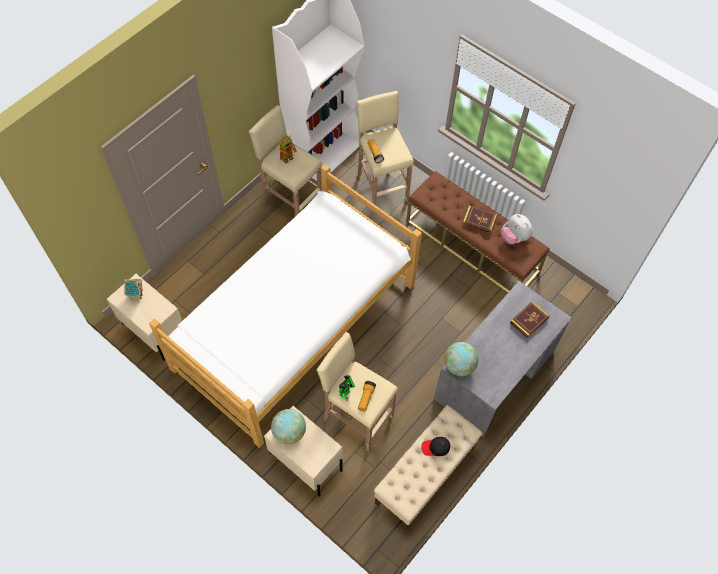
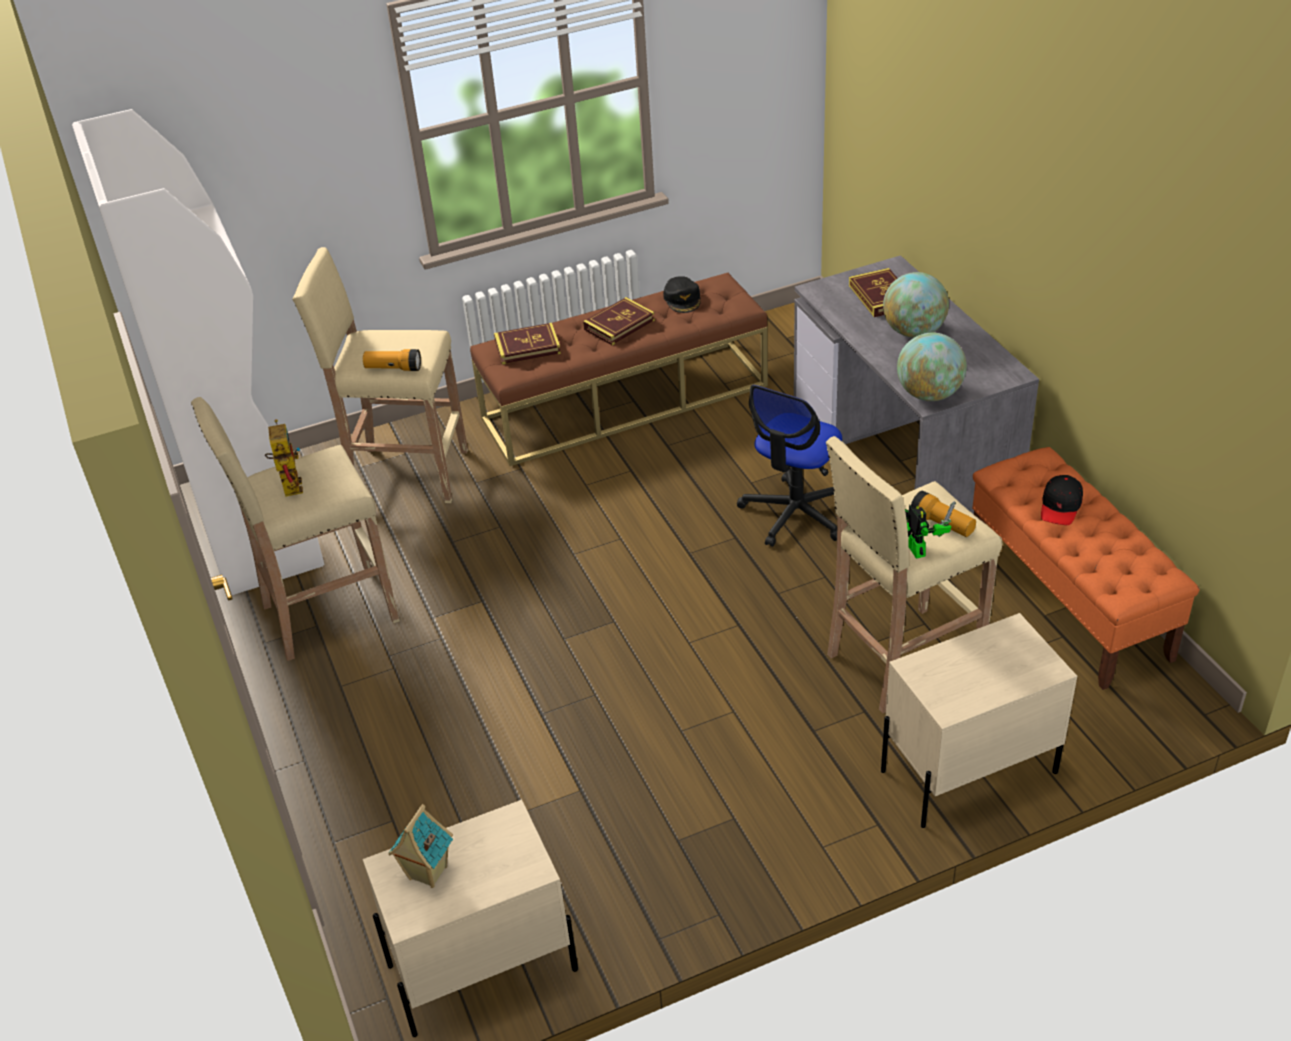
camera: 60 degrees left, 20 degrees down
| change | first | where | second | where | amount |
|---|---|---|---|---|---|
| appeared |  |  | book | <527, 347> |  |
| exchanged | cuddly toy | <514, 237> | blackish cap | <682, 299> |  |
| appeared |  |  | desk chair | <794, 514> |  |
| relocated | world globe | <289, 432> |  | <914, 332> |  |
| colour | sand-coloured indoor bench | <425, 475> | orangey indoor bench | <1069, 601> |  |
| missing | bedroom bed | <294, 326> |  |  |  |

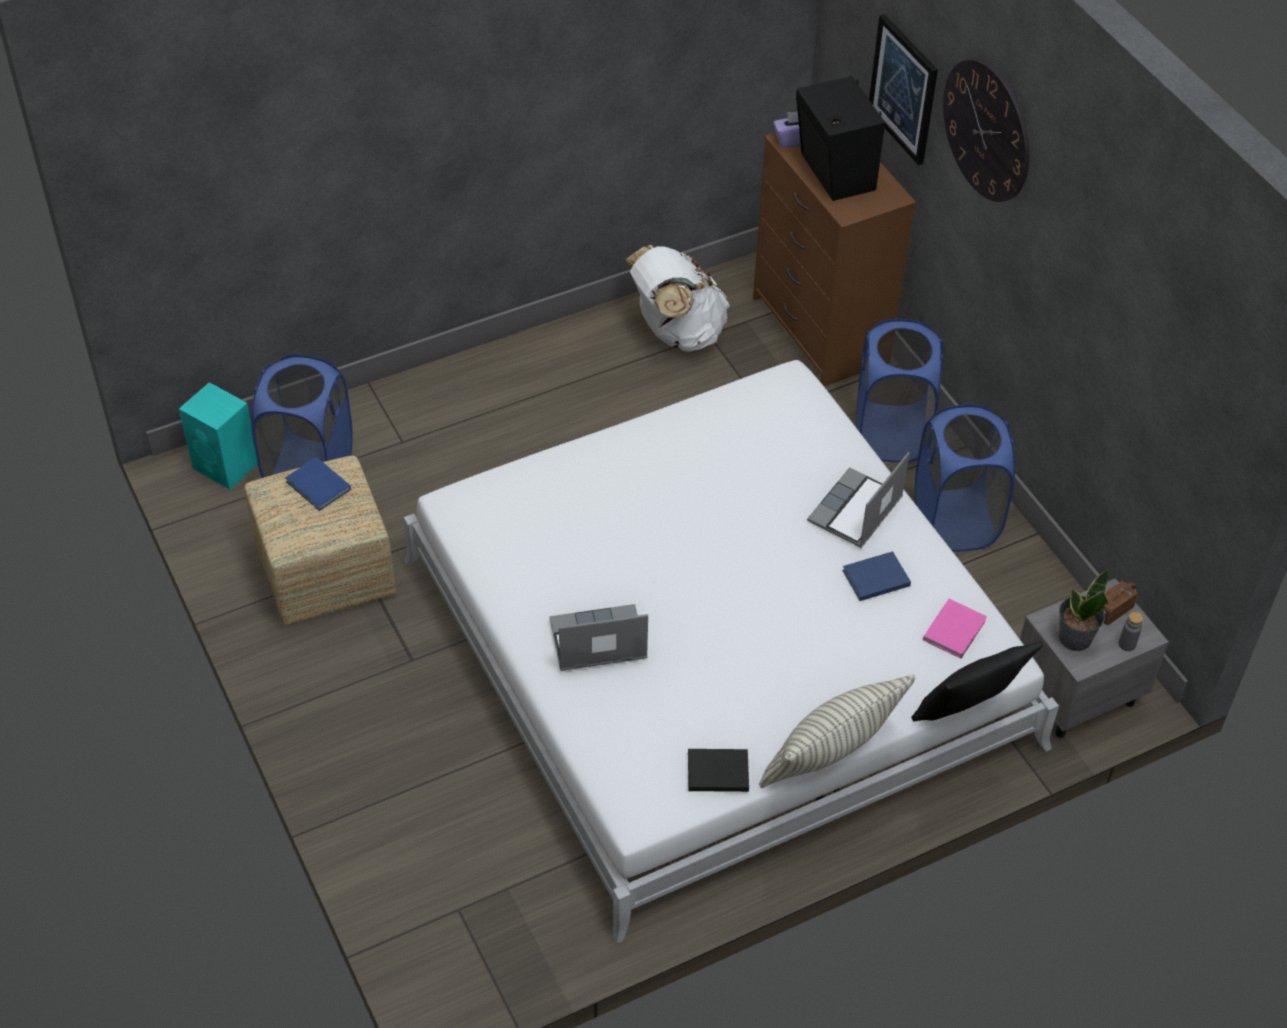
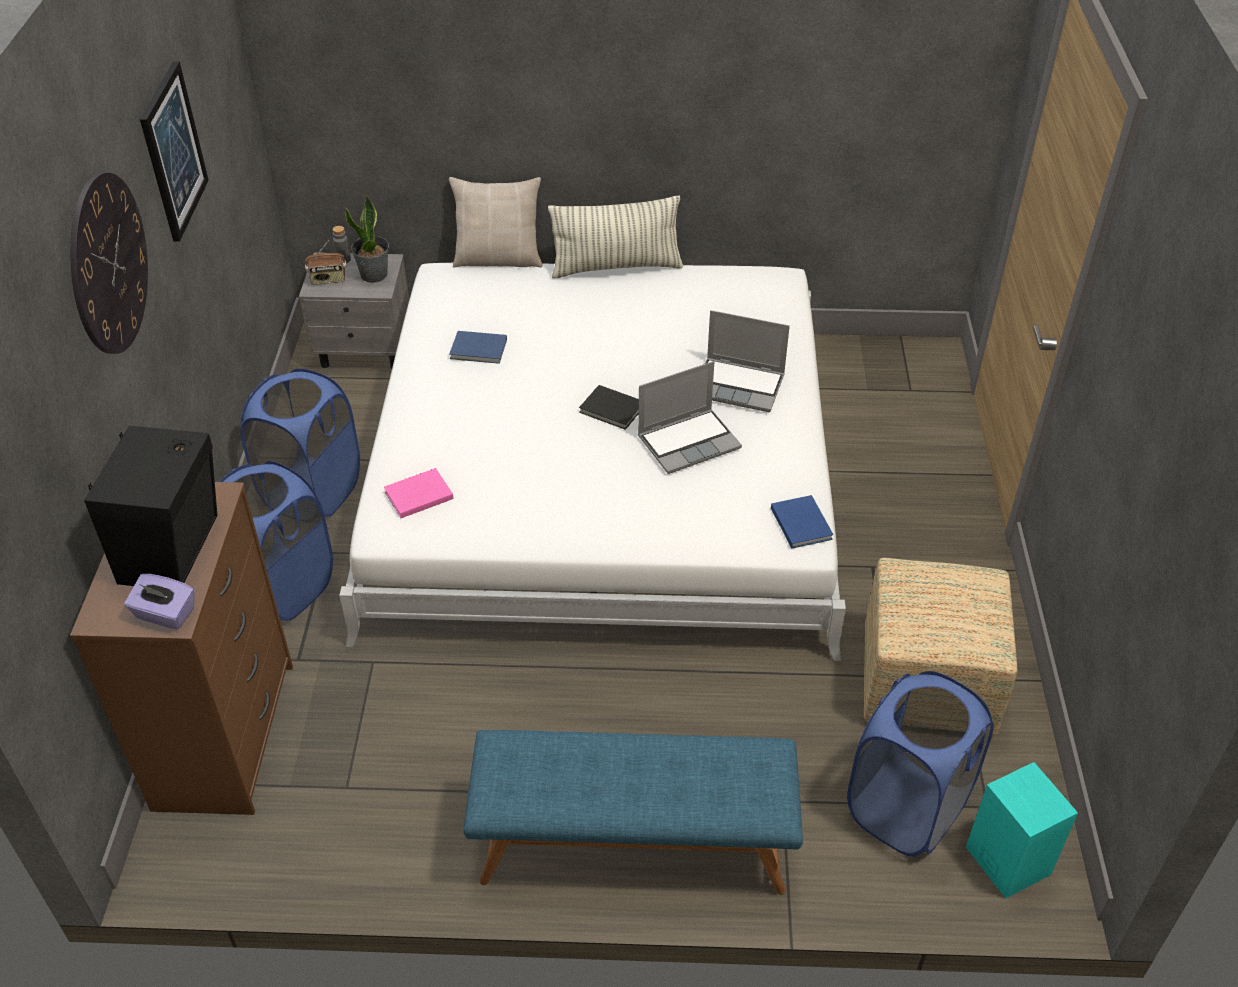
camera: 150 degrees left, 5 degrees down
| change | first | where | second | where | amount |
|---|---|---|---|---|---|
| relocated | picture | <903, 89> |  | <173, 151> |  |
| relocated | pink book | <956, 629> |  | <417, 495> |  |
| colour | blackish cushion | <967, 711> | sand-coloured cushion | <498, 259> |  |
| appeared |  |  | bluish indoor bench | <633, 846> |  |
| relocated | blackish book | <716, 771> |  | <613, 410> |  |
| relocated | portable computer | <856, 511> |  | <689, 441> |  |
| relocated | bluish book | <318, 487> |  | <801, 522> |  |
| missing | whitish backpack | <676, 332> |  |  |  |

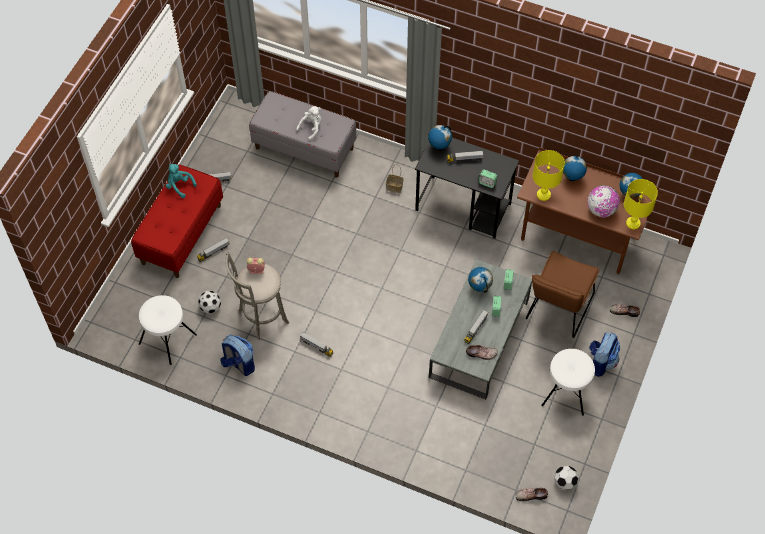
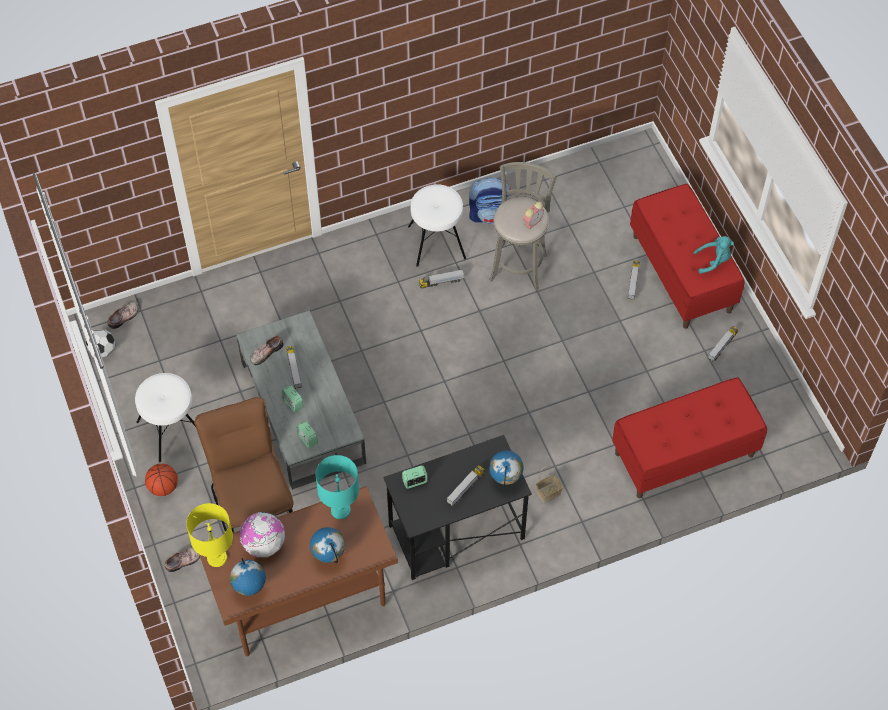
camera: 135 degrees right, 0 degrees up
| change | first | where | second | where | amount |
|---|---|---|---|---|---|
| exchanged | backpack | <601, 362> | basketball ball | <163, 487> |  |
| colour | yellowish table lamp | <544, 194> | turquoise-coloured table lamp | <340, 510> |  |
| relocated | whitish stool | <168, 339> |  | <437, 242> |  |
| colour | grey indoor bench | <304, 148> | red indoor bench | <684, 455> |  |
| missing | football ball | <211, 307> |  |  |  |
| missing | whitish cuddly toy | <311, 128> |  |  |  |
| missing | world globe | <479, 288> |  |  |  |

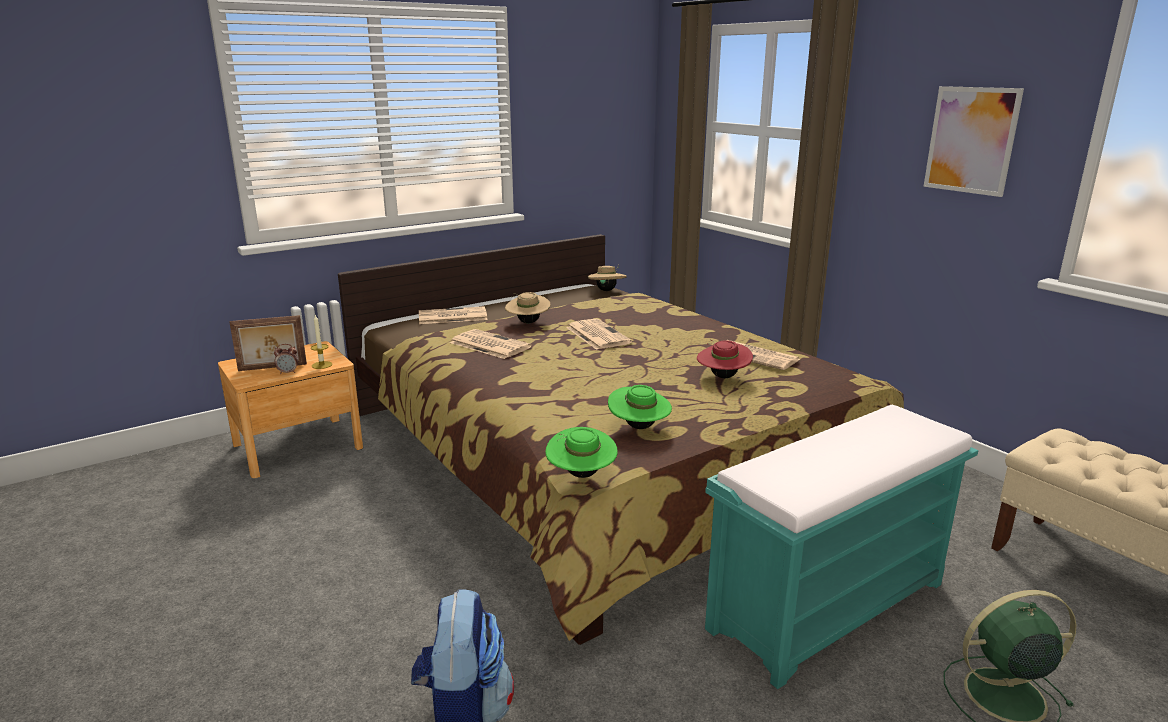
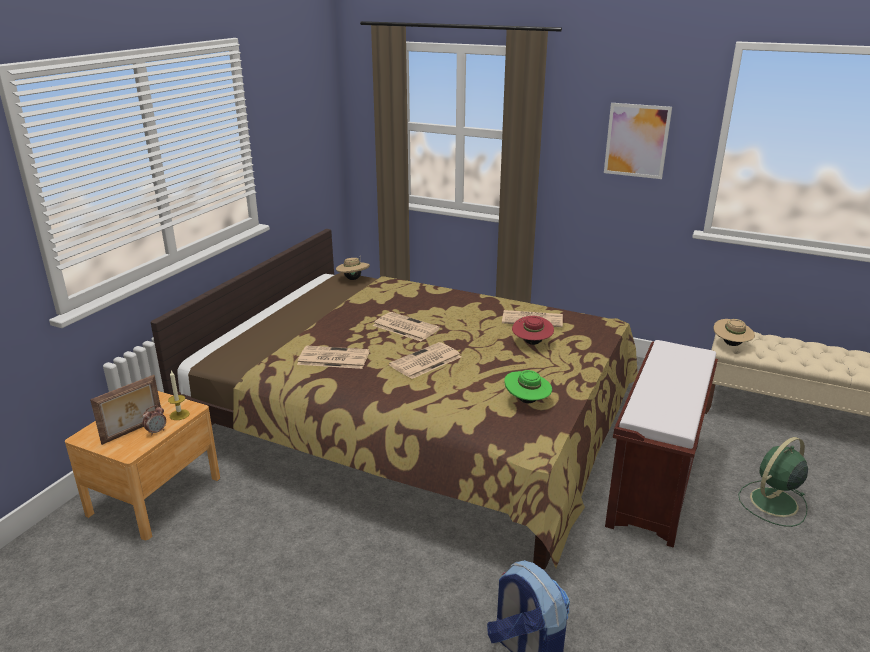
camera: 30 degrees left, 5 degrees up
| change | first | where | second | where | amount |
|---|---|---|---|---|---|
| relocated | daily paper | <451, 316> |  | <425, 361> |  |
| colour | turquoise-coloured indoor bench | <828, 604> | brown-coloured indoor bench | <654, 482> |  |
| relocated | sand-coloured wearable hat | <528, 322> |  | <731, 344> |  |
| missing | green-coloured wearable hat | <581, 474> |  |  |  |

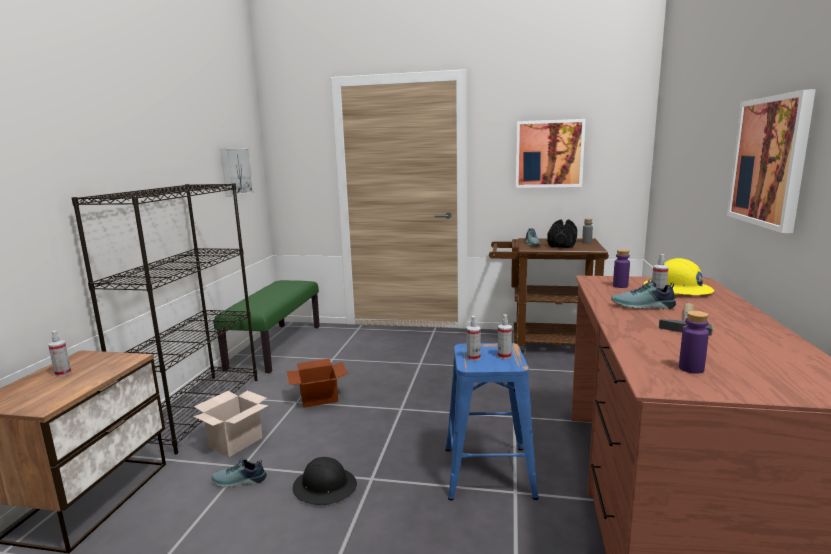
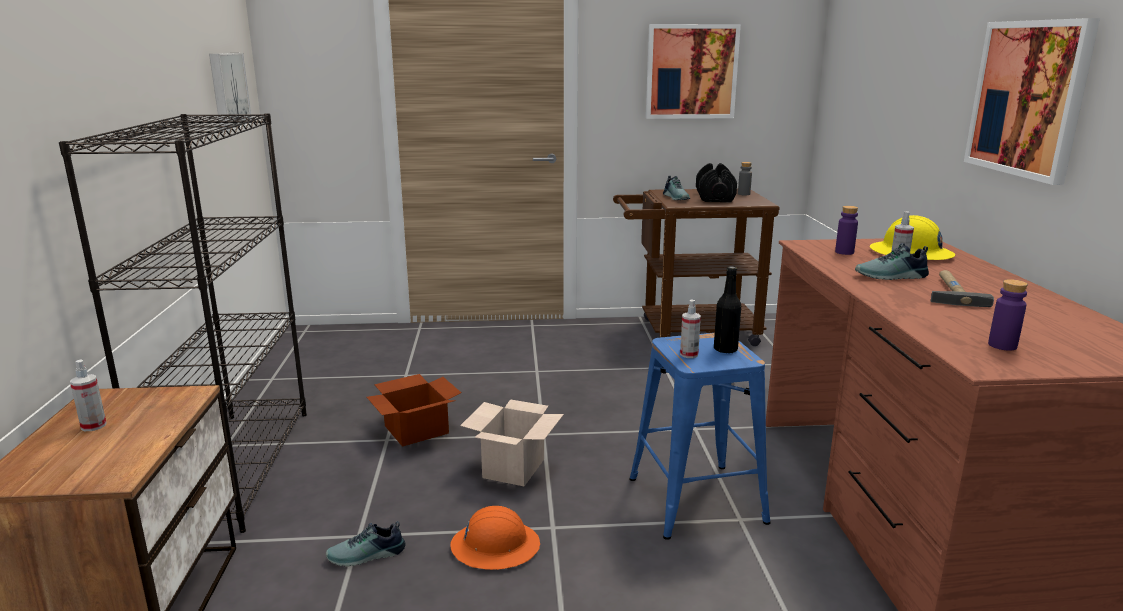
camera: 15 degrees left, 5 degrees up
| change | first | where | second | where | amount |
|---|---|---|---|---|---|
| colour | blackish safety helmet | <325, 487> | orangey safety helmet | <495, 546> |  |
| relocated | carton | <236, 441> |  | <513, 467> |  |
| exchanged | hand sprayer | <504, 356> | blackish beverage bottle | <725, 349> |  |
| missing | green-coloured indoor bench | <275, 346> |  |  |  |

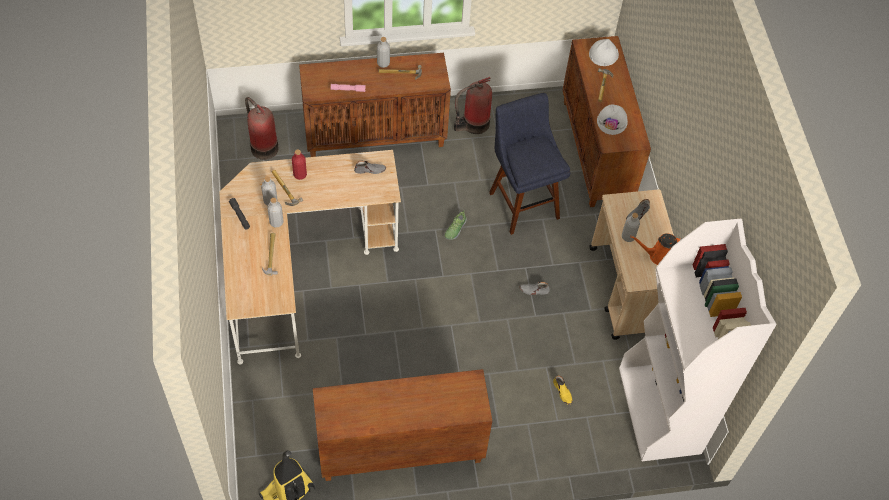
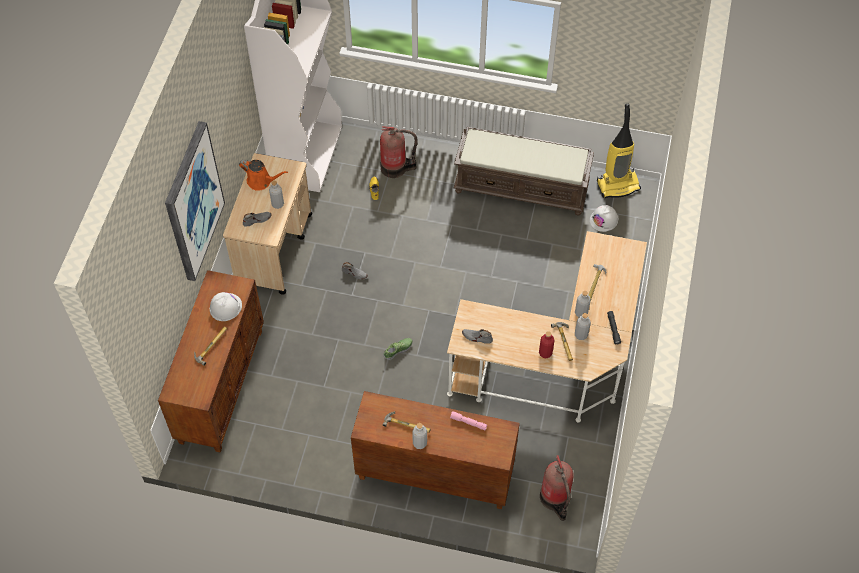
camera: 155 degrees left, 0 degrees up
| change | first | where | second | where | amount |
|---|---|---|---|---|---|
| appeared |  |  | picture | <192, 202> |  |
| relocated | extinguisher | <473, 124> |  | <396, 167> |  |
| exchanged | brown-coloured storage cabinet | <399, 450> | brown-coloured indoor bench | <522, 187> |  |
| relocated | whitish safety helmet | <603, 54> |  | <604, 220> |  |
| missing | bluish stool | <522, 201> |  |  |  |

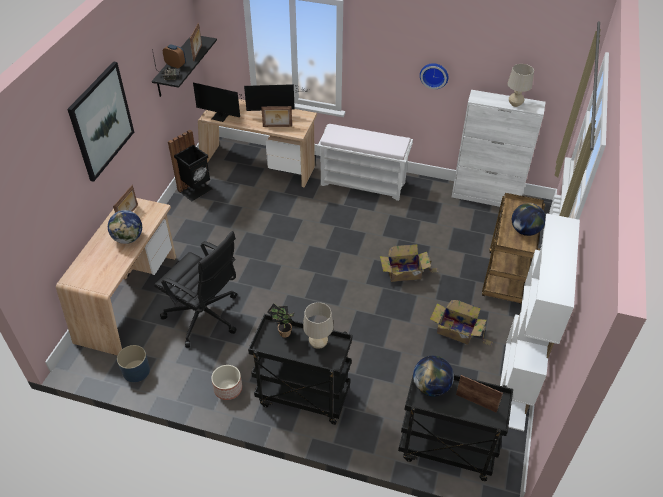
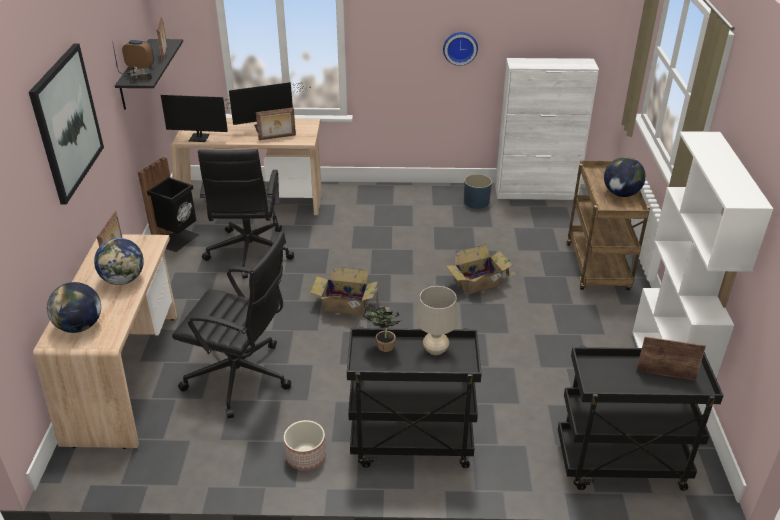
camera: 15 degrees left, 10 degrees down
| change | first | where | second | where | amount |
|---|---|---|---|---|---|
| relocated | world globe | <431, 386> |  | <80, 326> |  |
| appeared |  |  | blackish desk chair | <249, 253> |  |
| relocated | carton | <457, 332> |  | <347, 305> |  |
| relocated | bluish plant pot | <136, 371> |  | <476, 202> |  |
| missing | whitish indoor bench | <364, 183> |  |  |  |
| missing | sand-coloured table lamp | <515, 104> |  |  |  |

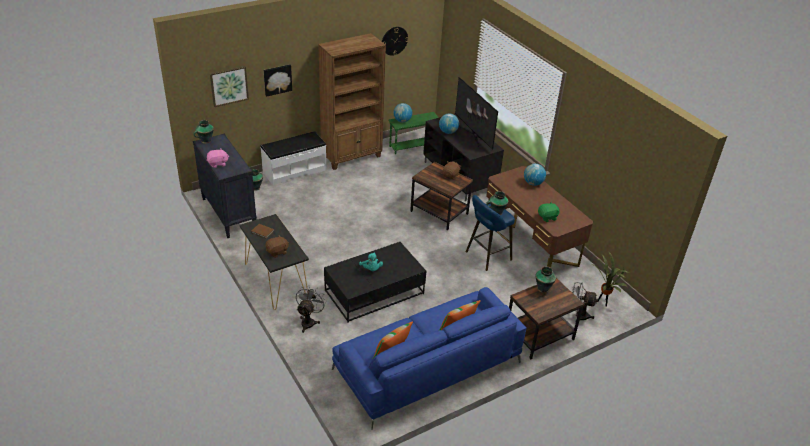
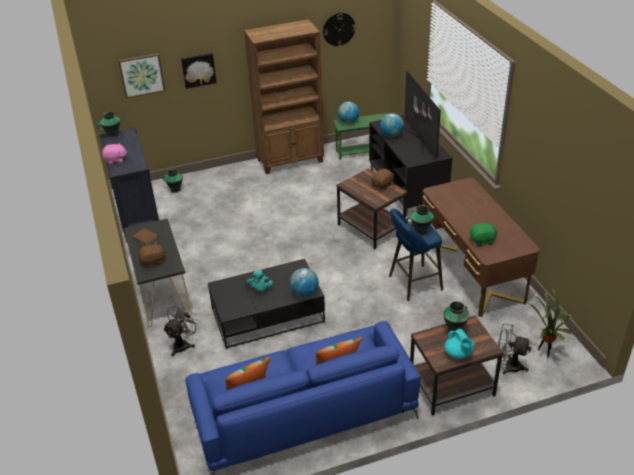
camera: 15 degrees right, 0 degrees up
| change | first | where | second | where | amount |
|---|---|---|---|---|---|
| relocated | world globe | <533, 183> |  | <304, 293> |  |
| appeared |  |  | turquoise-coloured teapot | <458, 353> |  |
| missing | whitish indoor bench | <294, 171> |  |  |  |

